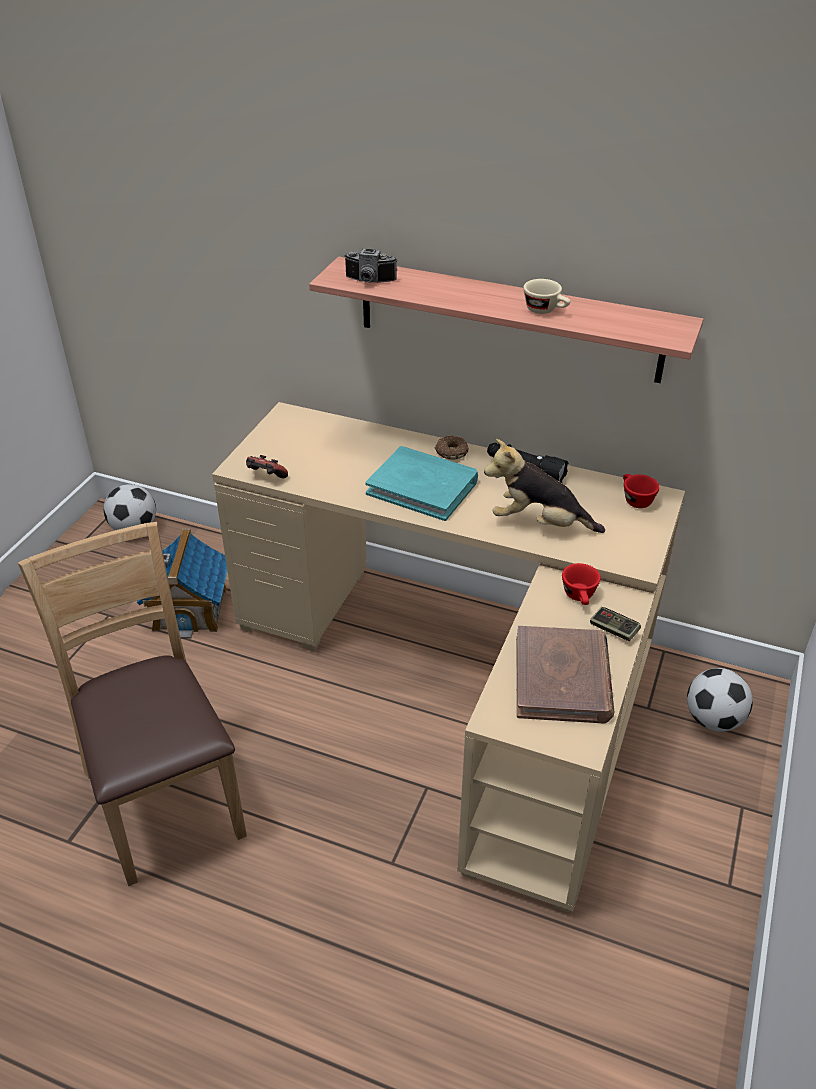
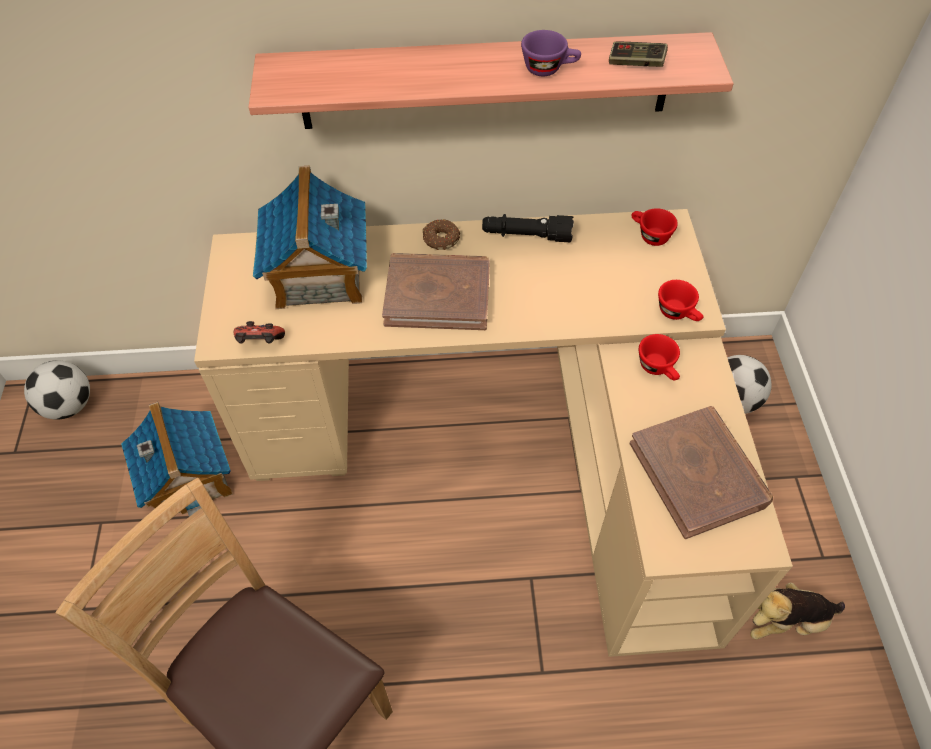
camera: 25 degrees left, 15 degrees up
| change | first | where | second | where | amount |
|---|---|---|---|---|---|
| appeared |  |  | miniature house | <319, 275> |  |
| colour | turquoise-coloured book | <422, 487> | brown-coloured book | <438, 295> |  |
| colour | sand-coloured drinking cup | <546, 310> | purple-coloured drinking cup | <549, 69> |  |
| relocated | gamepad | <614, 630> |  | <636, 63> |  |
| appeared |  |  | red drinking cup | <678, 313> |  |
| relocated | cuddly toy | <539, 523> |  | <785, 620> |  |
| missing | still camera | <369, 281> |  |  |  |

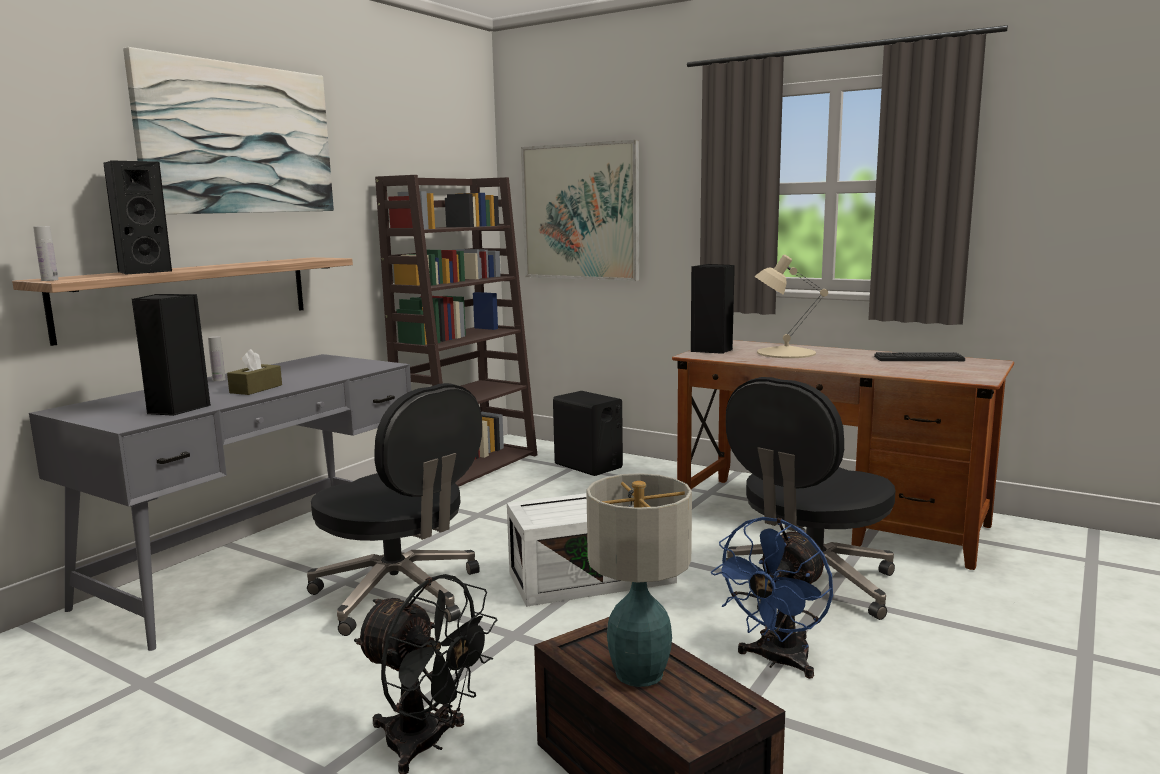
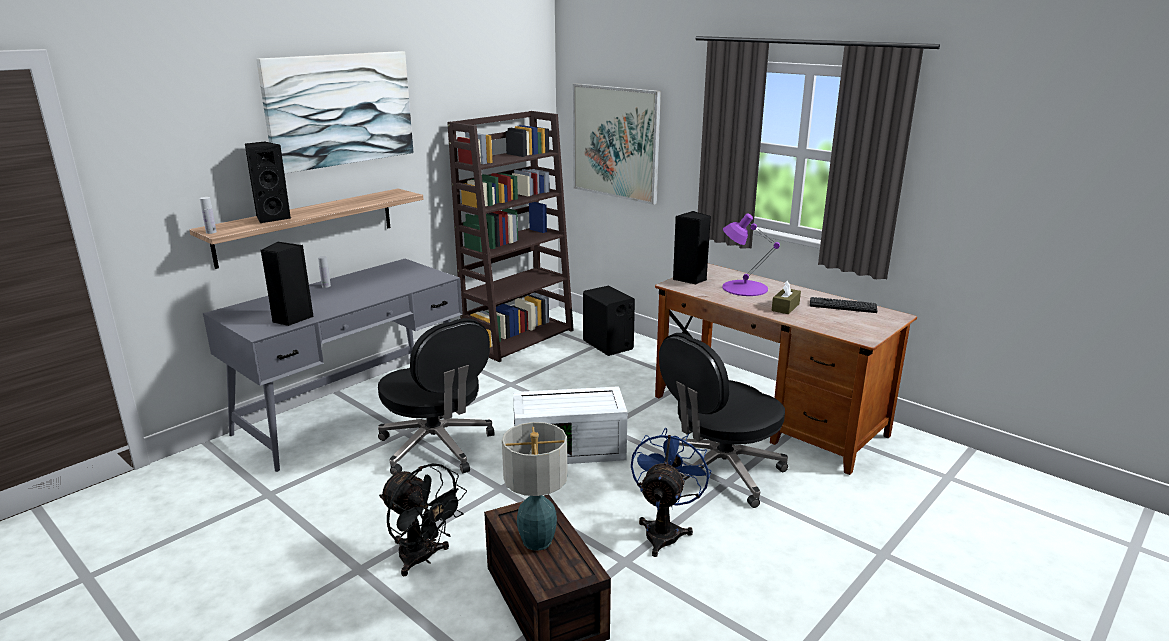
camera: 10 degrees right, 10 degrees up
| change | first | where | second | where | amount |
|---|---|---|---|---|---|
| spun | bluish electric fan | <777, 661> |  | <664, 530> | 150 degrees clockwise |
| colour | sand-coloured table lamp | <785, 353> | purple-coloured table lamp | <744, 288> |  |
| relocated | brown-coloured tissue holder | <256, 389> |  | <785, 307> |  |

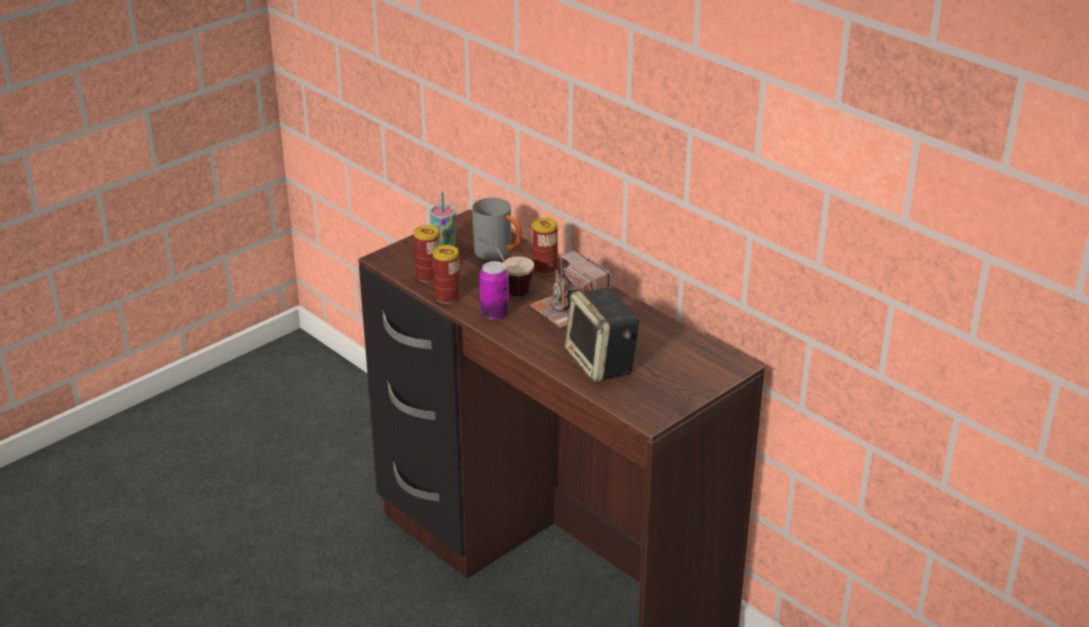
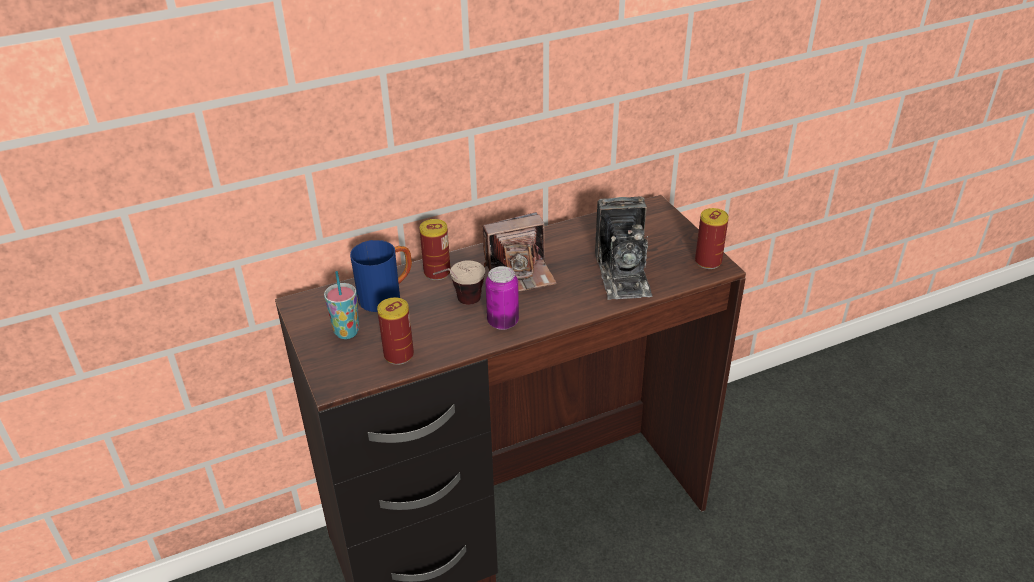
camera: 70 degrees left, 5 degrees up
| change | first | where | second | where | amount |
|---|---|---|---|---|---|
| colour | grey tea mug | <499, 254> | bluish tea mug | <387, 296> |  |
| exchanged | audio speaker | <602, 363> | still camera | <623, 274> |  |
| relocated | metal can | <447, 297> |  | <708, 261> |  |

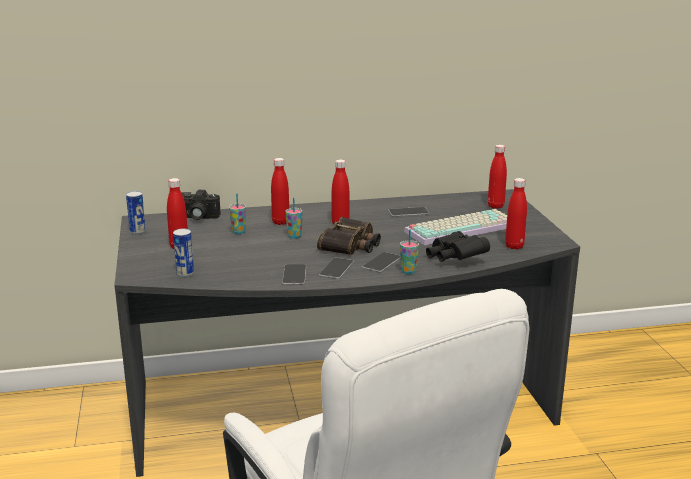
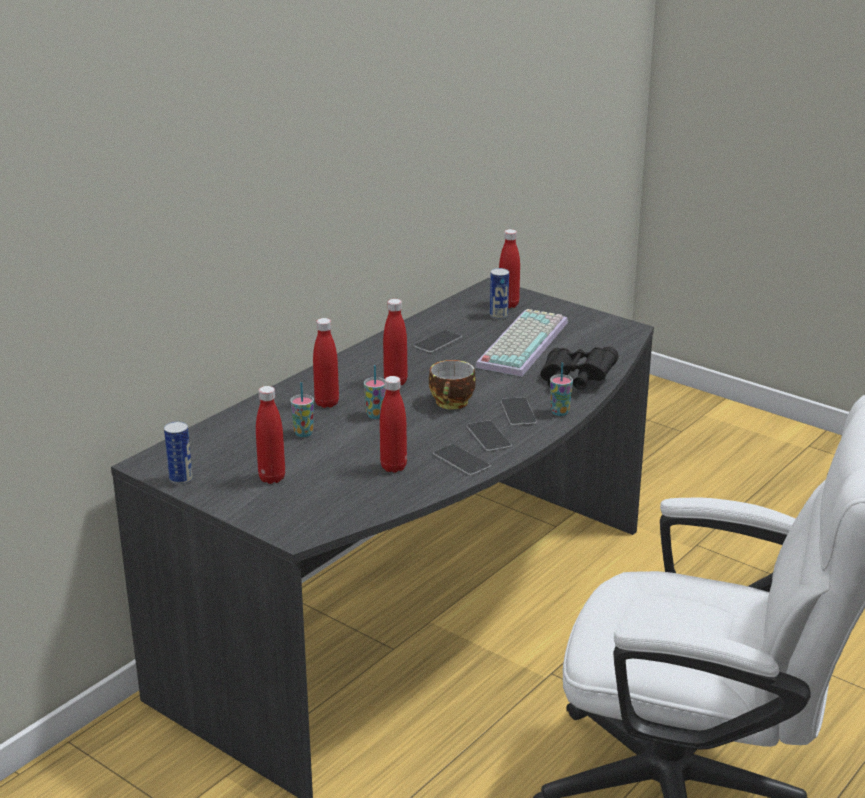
camera: 40 degrees left, 5 degrees up
| change | first | where | second | where | amount |
|---|---|---|---|---|---|
| relocated | red beverage bottle | <514, 246> |  | <393, 467> |  |
| exchanged | binoculars | <350, 245> | drinking cup | <452, 403> |  |
| relocated | metal can | <185, 274> |  | <498, 316> |  |
| missing | still camera | <195, 217> |  |  |  |

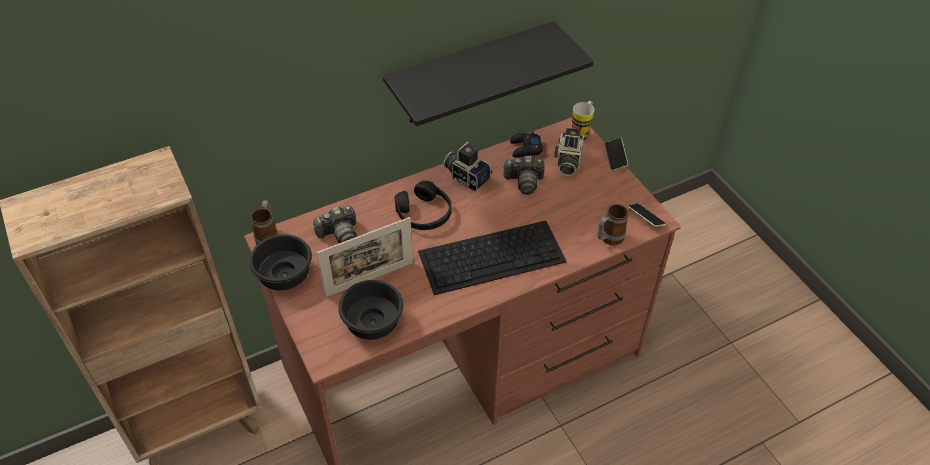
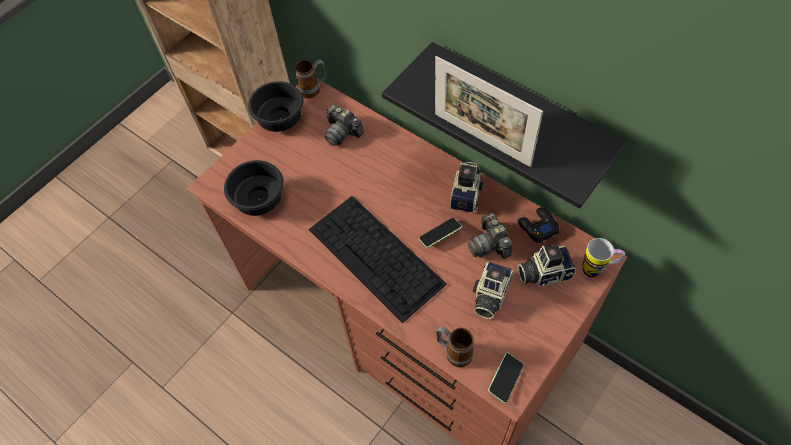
camera: 70 degrees right, 10 degrees up
| change | first | where | second | where | amount |
|---|---|---|---|---|---|
| relocated | phone | <615, 158> |  | <440, 235> |  |
| relocated | standing frame | <369, 279> |  | <481, 139> |  |
| appeared |  |  | still camera | <489, 295> |  |
| missing | blackish headphones | <424, 213> |  |  |  |

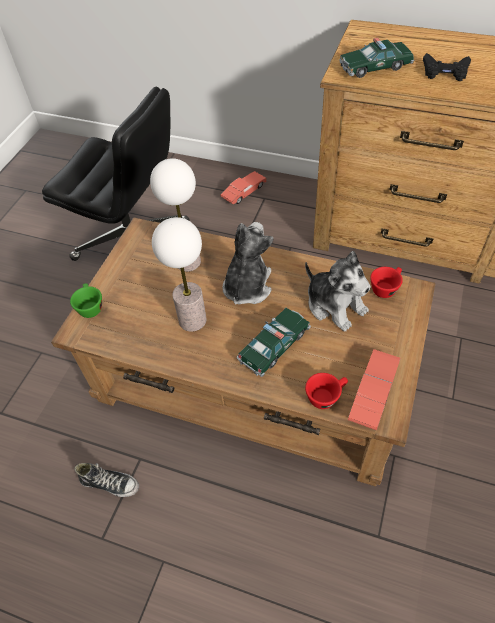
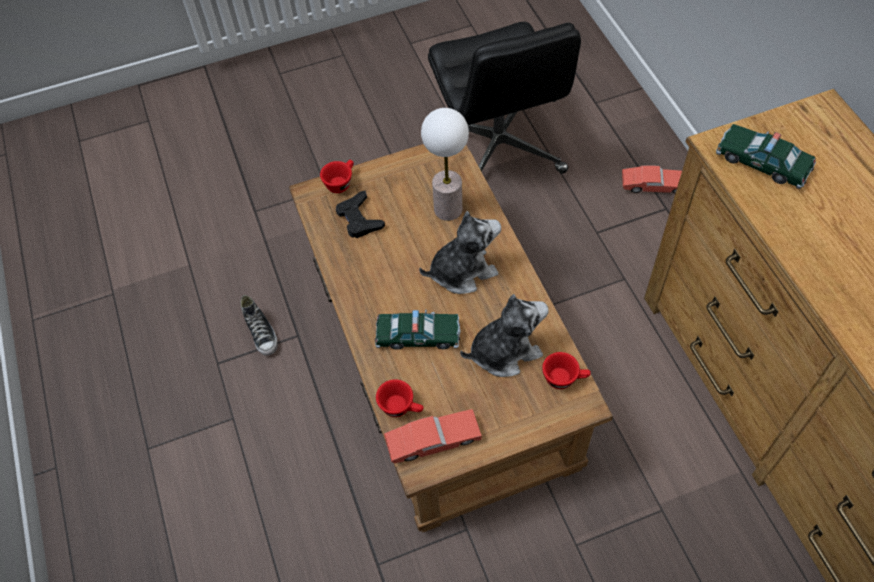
camera: 50 degrees right, 5 degrees up
| change | first | where | second | where | amount |
|---|---|---|---|---|---|
| colour | green-coloured drinking cup | <90, 307> | red drinking cup | <340, 182> |  |
| relocated | blackish gamepad | <445, 72> |  | <359, 219> |  |
| spun | cuddly toy | <335, 305> |  | <504, 351> | 120 degrees counterclockwise |
| missing | table lamp | <193, 320> |  |  |  |

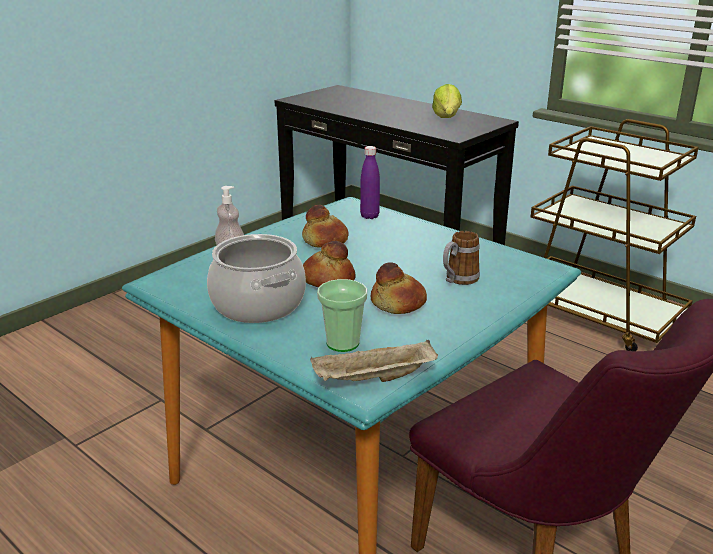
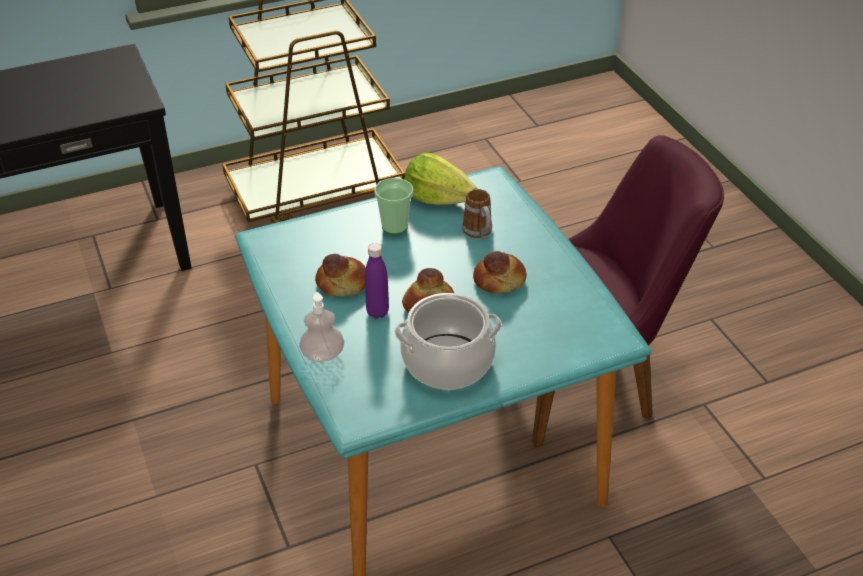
camera: 65 degrees left, 15 degrees up
| change | first | where | second | where | amount |
|---|---|---|---|---|---|
| relocated | purple-coloured beverage bottle | <369, 216> |  | <377, 312> |  |
| relocated | drinking cup | <342, 343> |  | <394, 226> |  |
| relocated | lettuce head | <446, 117> |  | <437, 198> |  |
| missing | sand-coloured tray | <373, 379> |  |  |  |

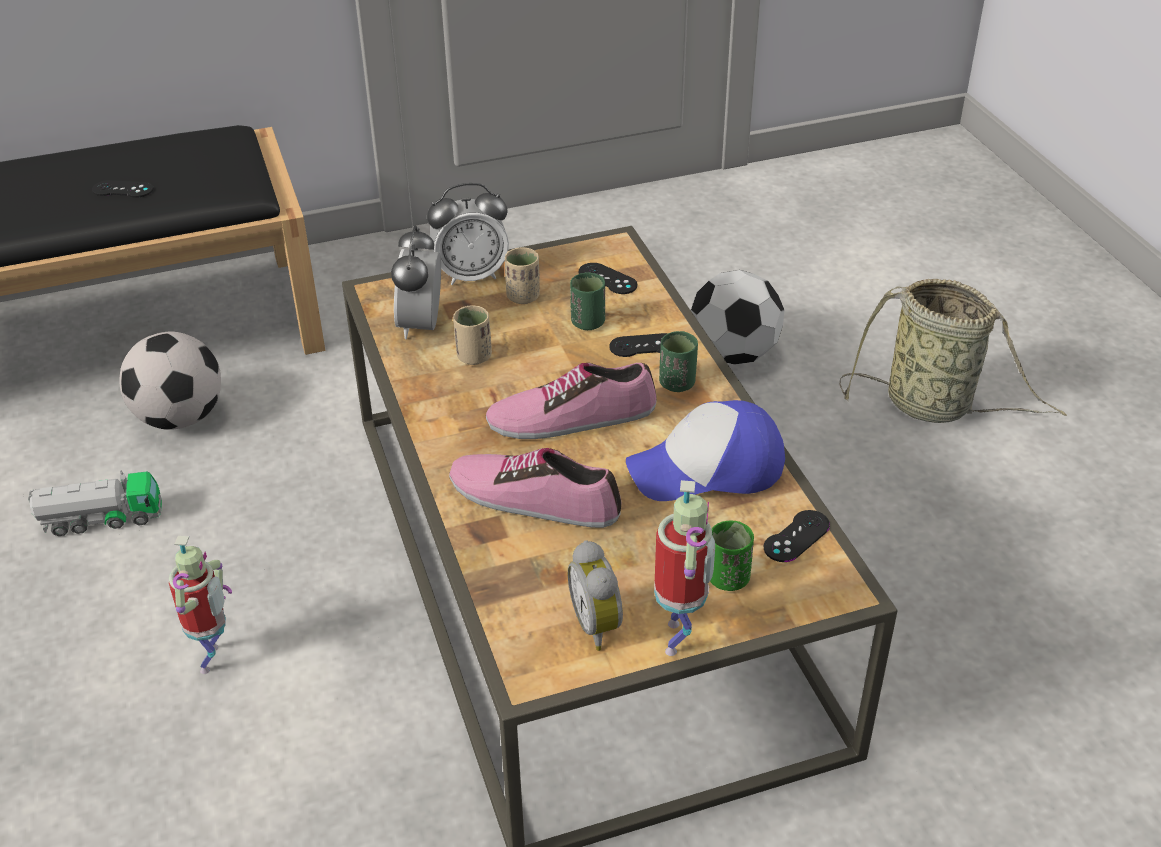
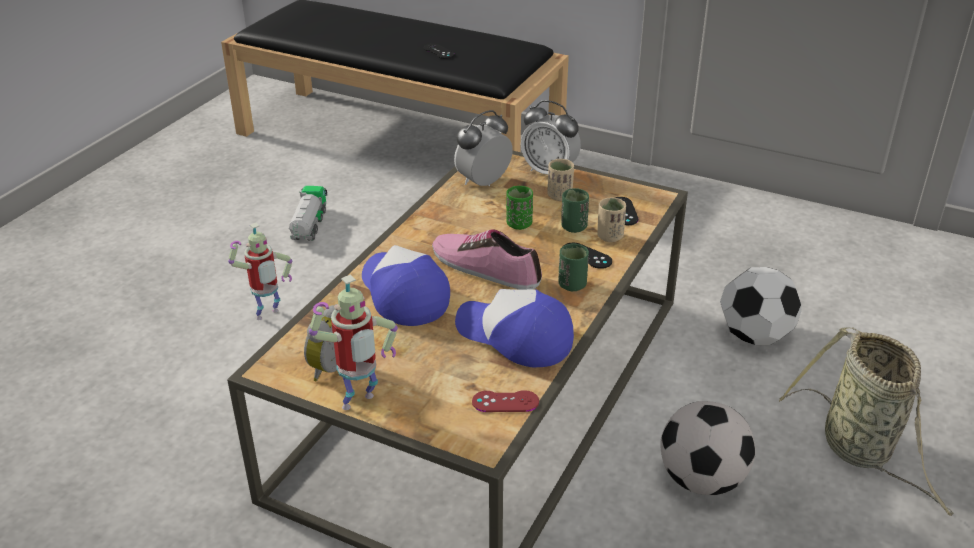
camera: 45 degrees right, 5 degrees down
| change | first | where | second | where | amount |
|---|---|---|---|---|---|
| spun | model truck | <101, 519> |  | <309, 226> | 120 degrees counterclockwise |
| exchanged | shoe | <534, 498> | cap | <403, 293> |  |
| colour | blackish gamepad | <796, 536> | red gamepad | <505, 402> |  |
| relocated | green-coloured drinking cup | <728, 578> |  | <519, 224> |  |
| relocated | sand-coloured drinking cup | <474, 357> |  | <610, 236> |  |
| relocated | football ball | <180, 418> |  | <701, 480> |  |

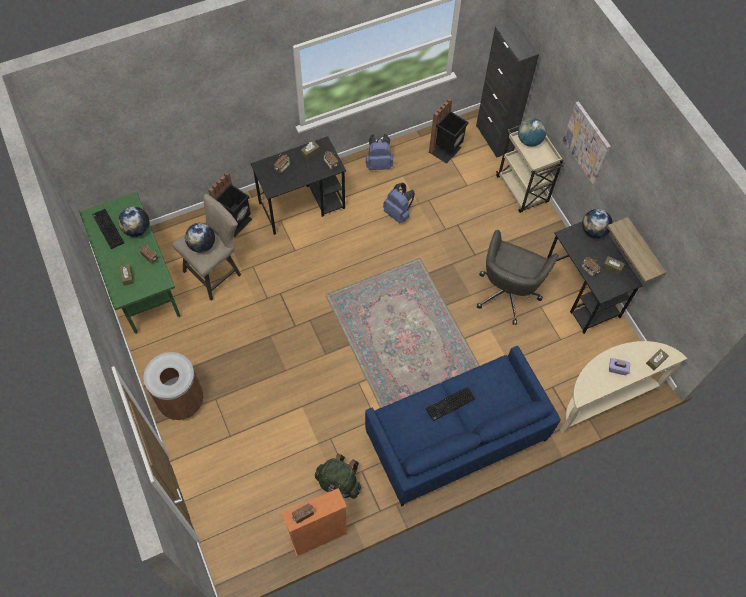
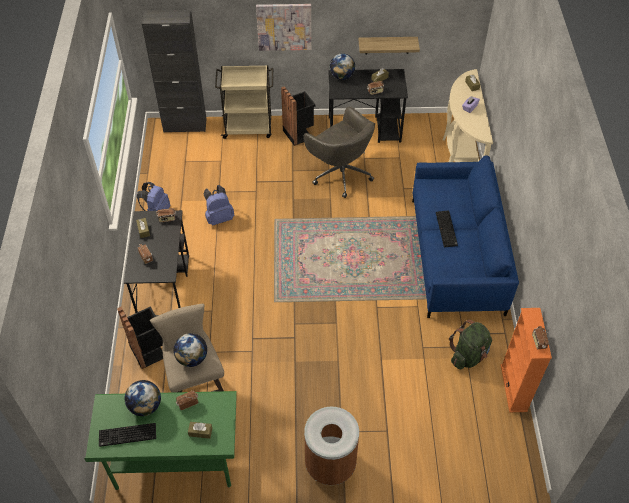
camera: 65 degrees left, 10 degrees down
| change | first | where | second | where | amount |
|---|---|---|---|---|---|
| relocated | blackish trash can | <446, 150> |  | <299, 133> |  |
| missing | world globe | <529, 141> |  |  |  |

